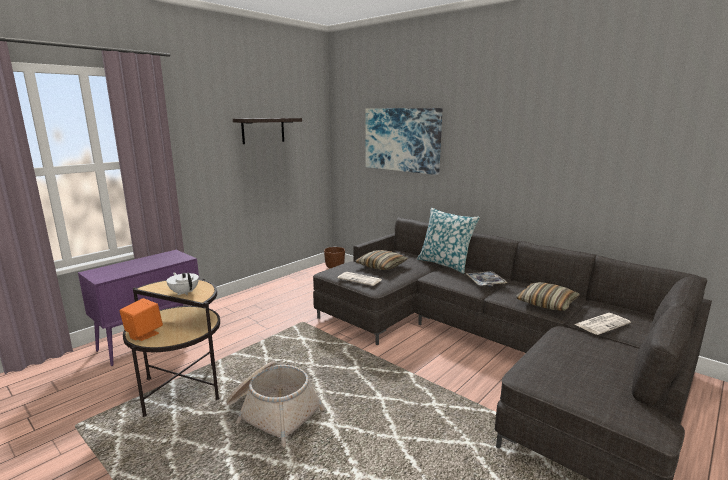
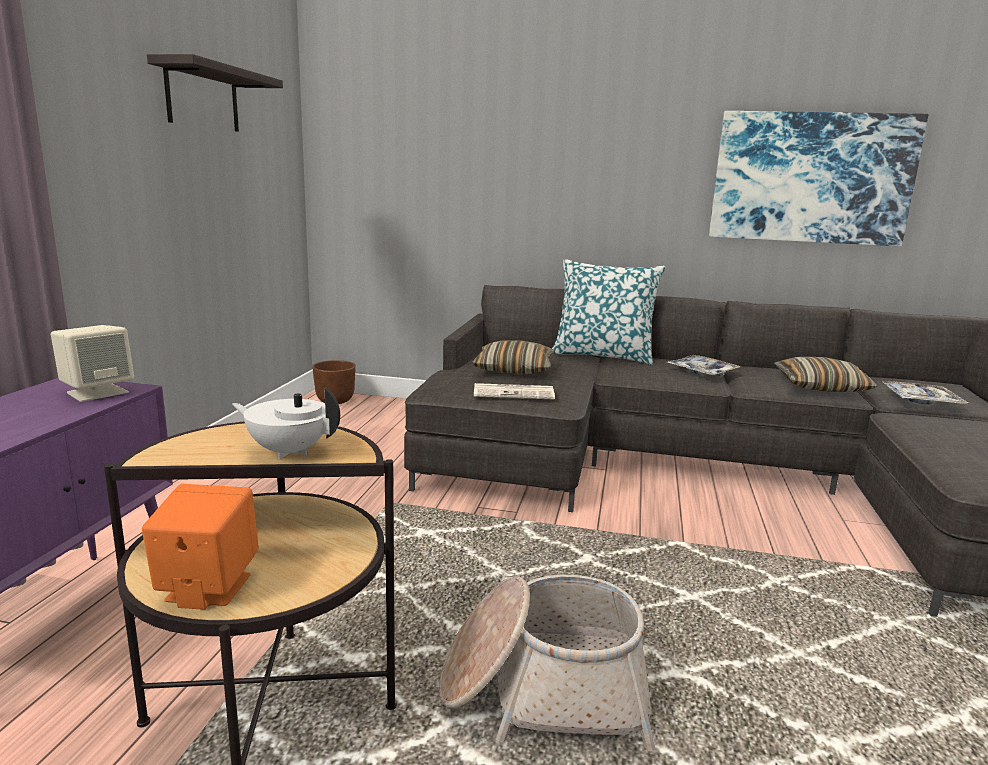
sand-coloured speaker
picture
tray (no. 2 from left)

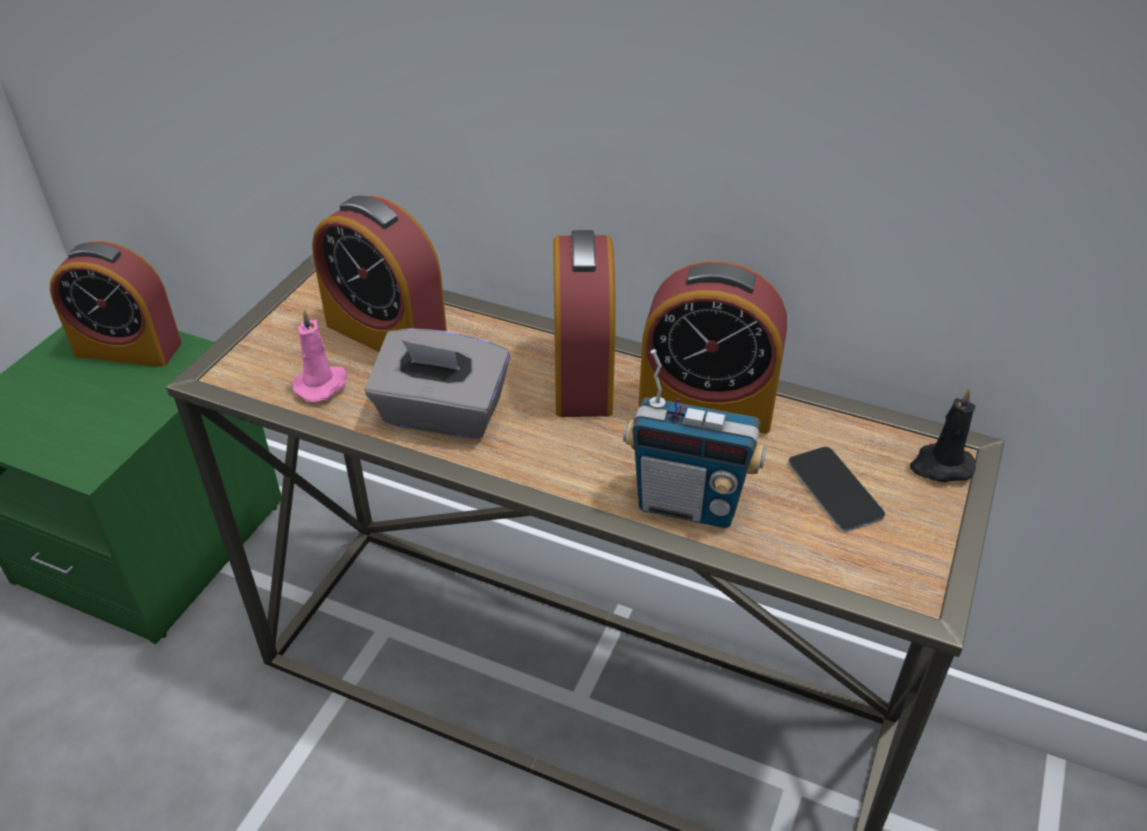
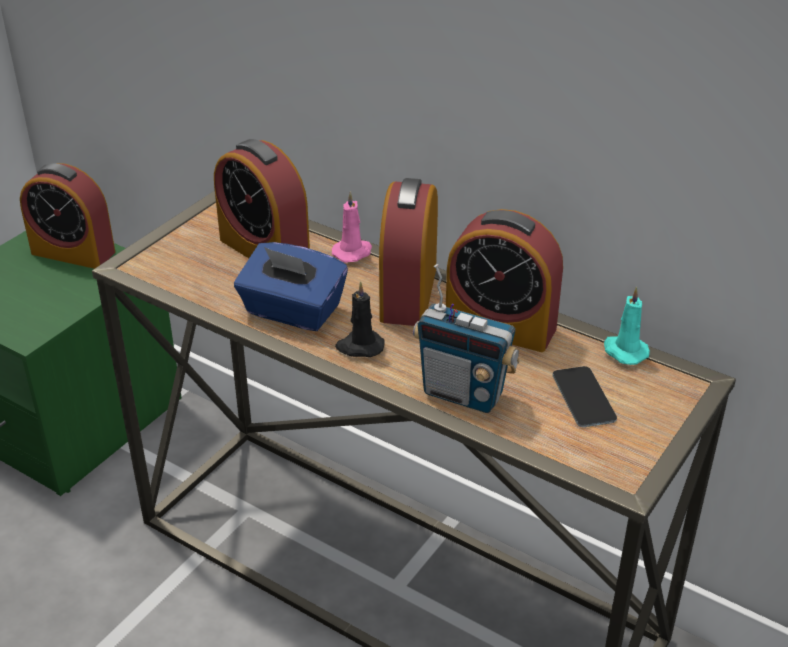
turquoise candle
pink-coloured candle
black-coloured candle
blue tissue holder

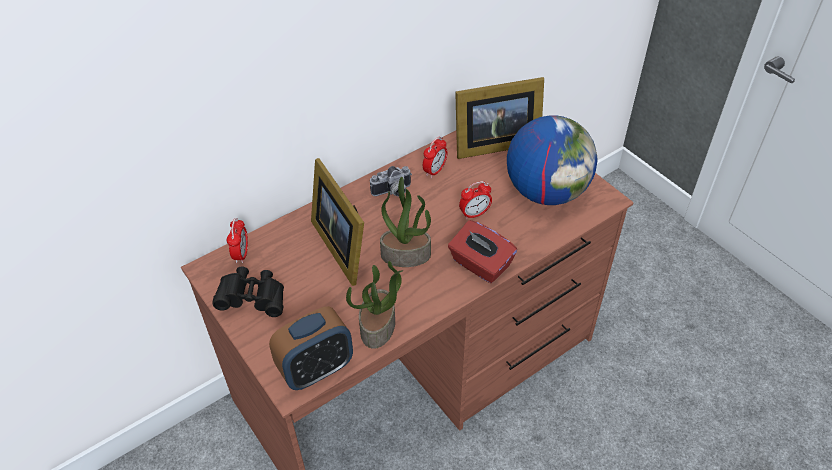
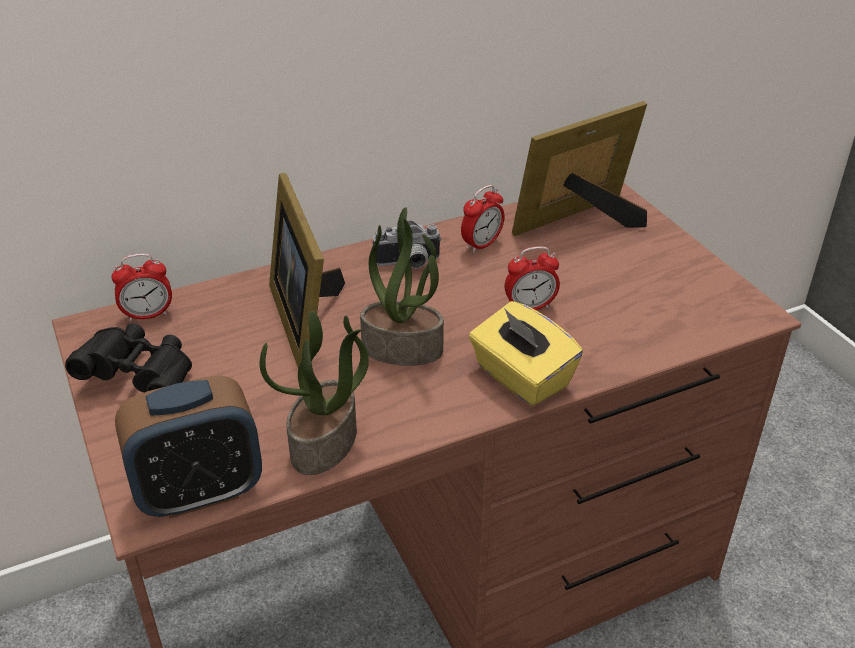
desk globe
yellowish tissue holder
bedside clock (no. 1 from left)
picture frame (no. 2 from left)

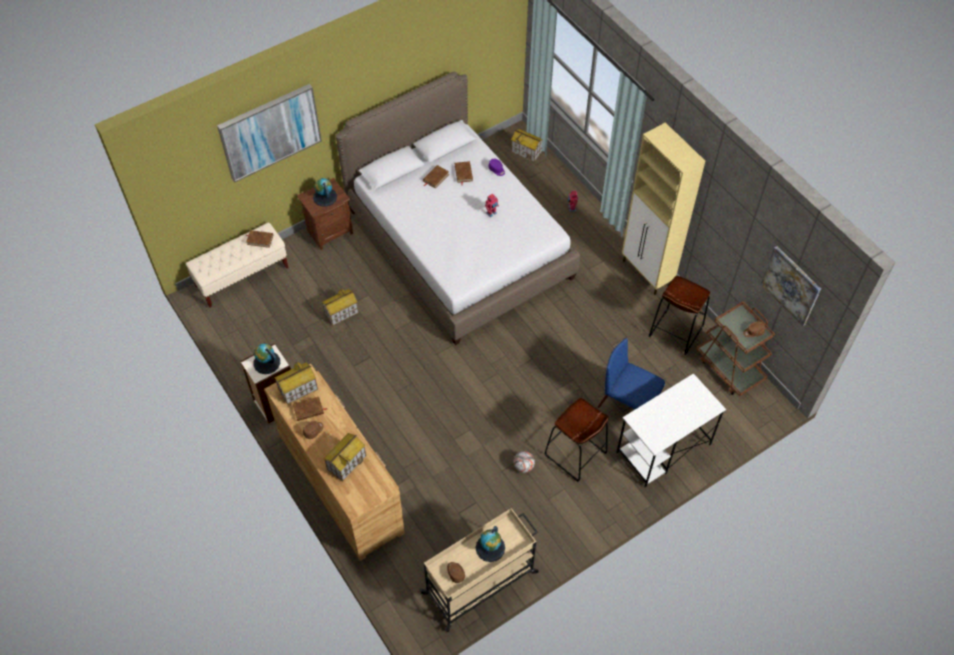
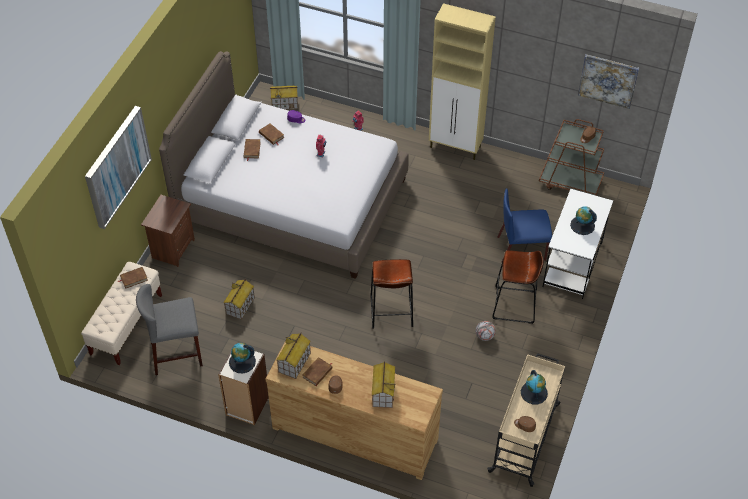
gray stool
desk globe (no. 3 from left)
brownish stool (no. 1 from left)

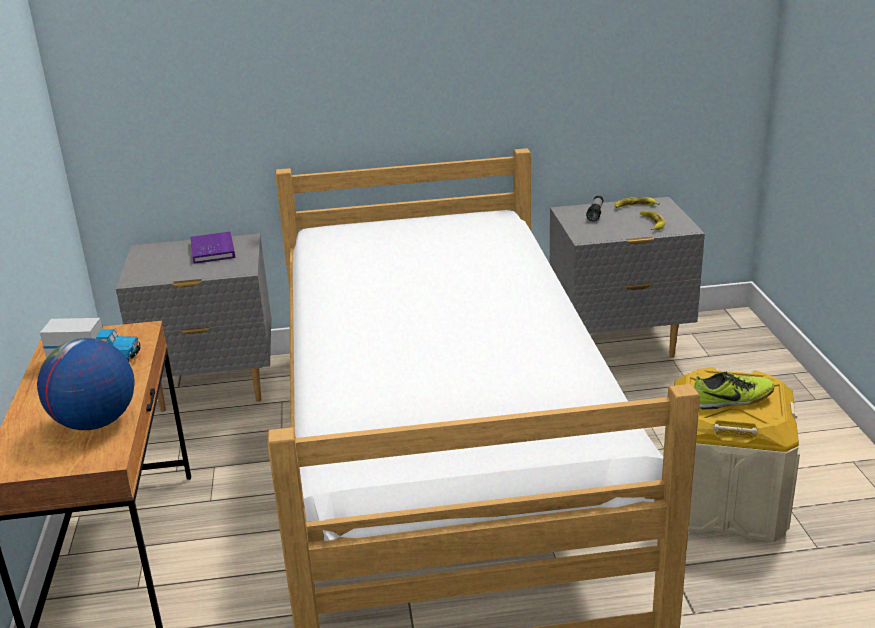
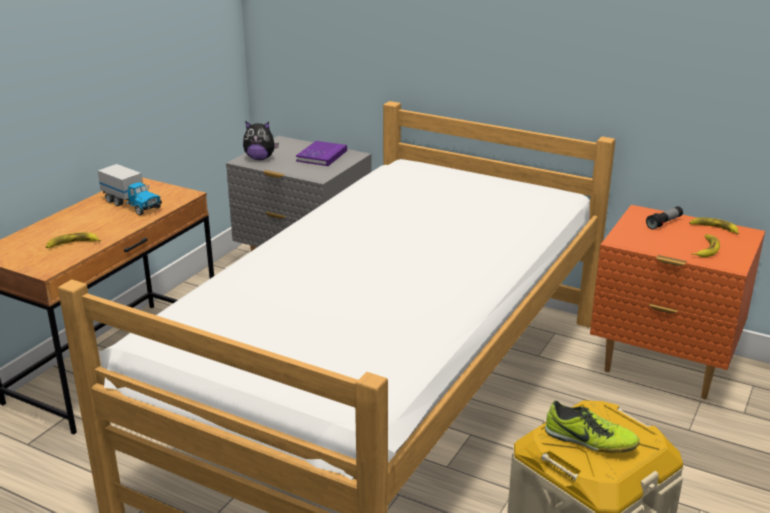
plush toy
banana (no. 1 from left)
orange nightstand

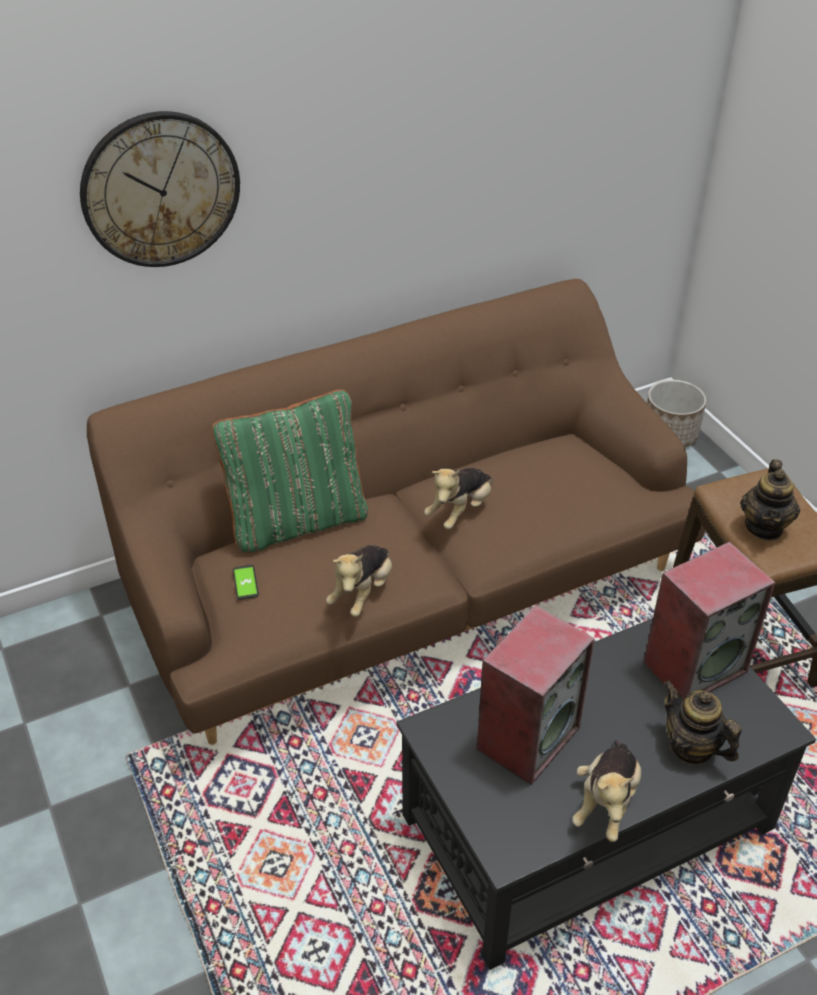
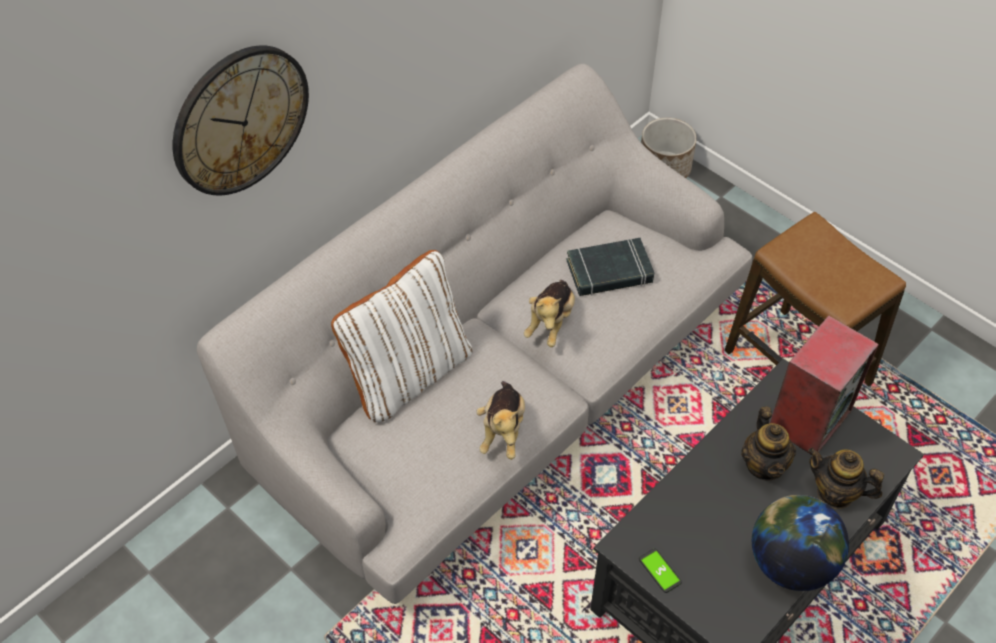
speaker (no. 1 from left in the first image)
black-coloured volume
handset
teapot (no. 1 from left)
desk globe
gray settee
white-coloured throw pillow

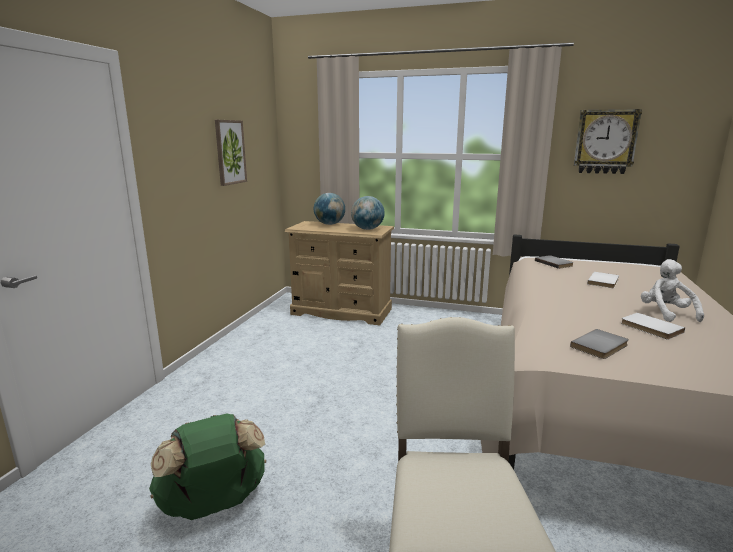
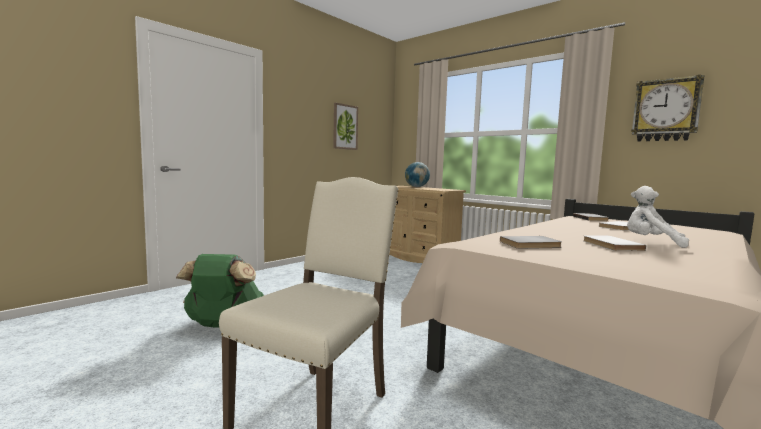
desk globe (no. 2 from left in the first image)
white-coloured plush toy

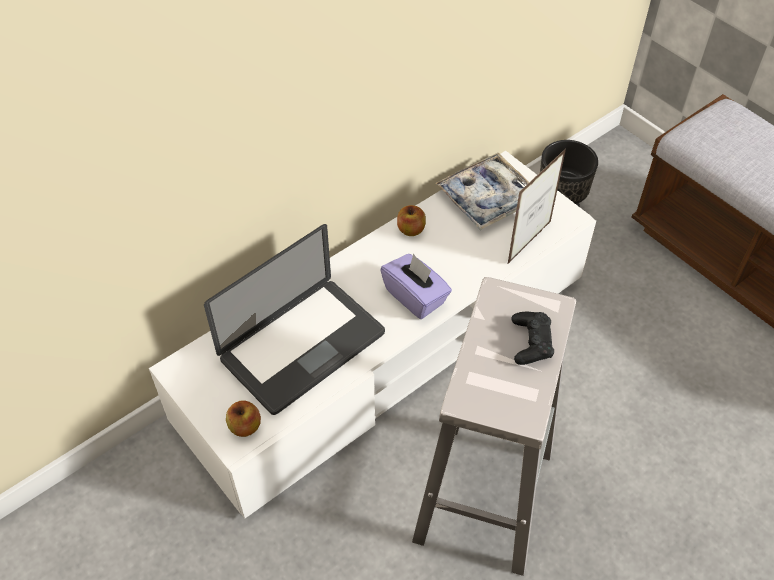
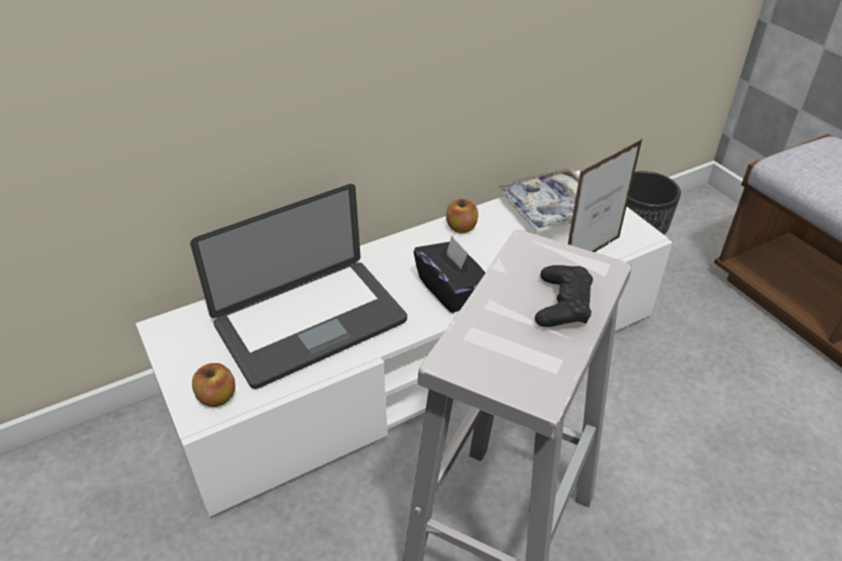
black-coloured tissue holder

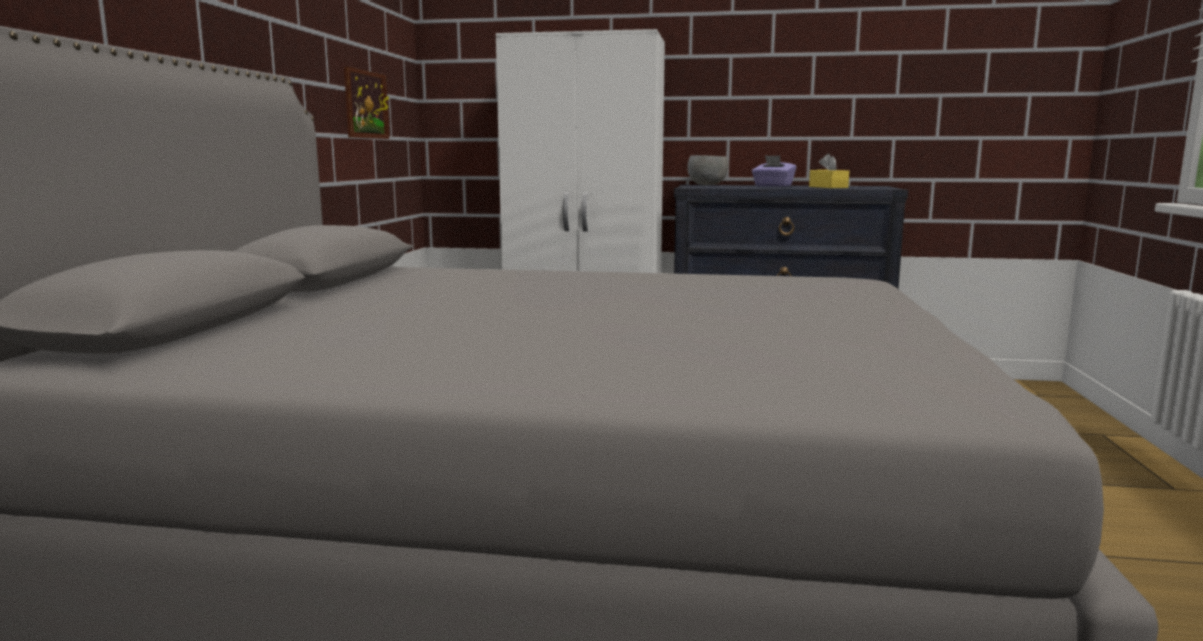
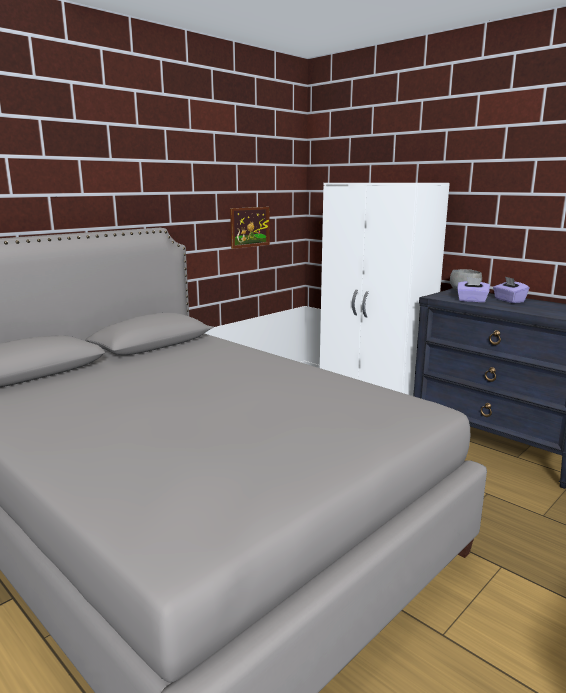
yellowish tissue holder
purplish tissue holder (no. 1 from left)

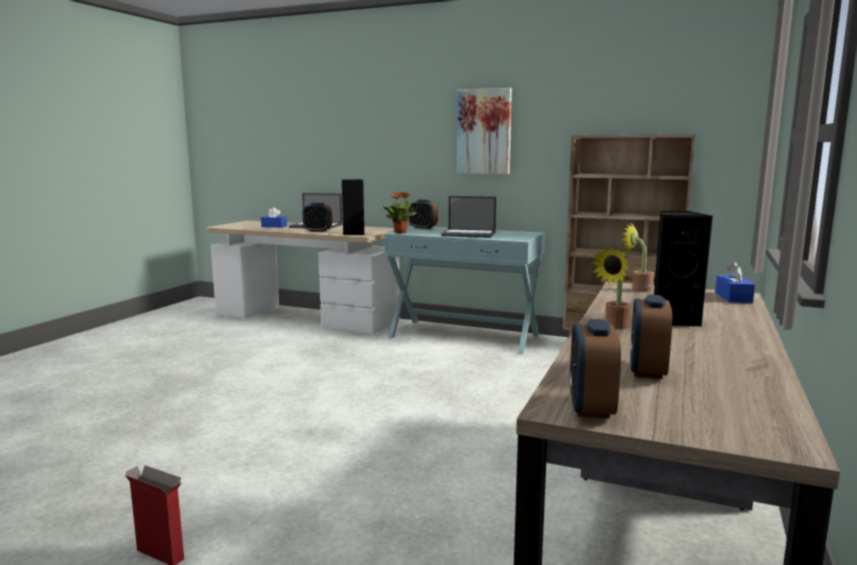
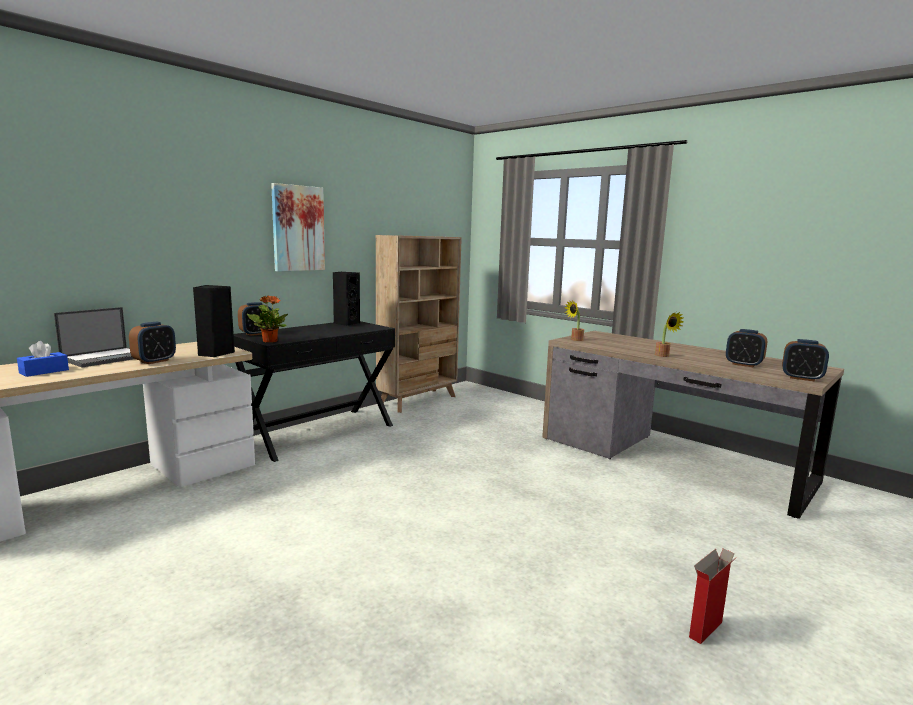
portable computer (no. 2 from left in the first image)
blue tissue holder (no. 2 from left in the first image)
black-coloured speaker (no. 2 from left)
black-coloured console table

